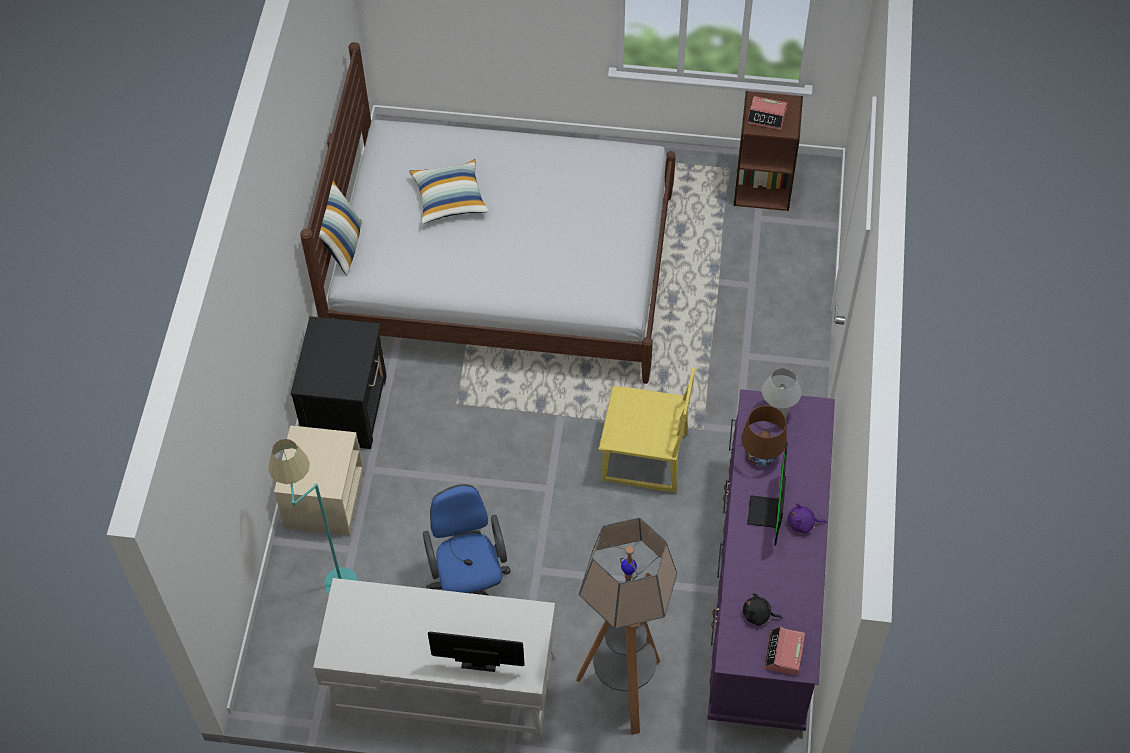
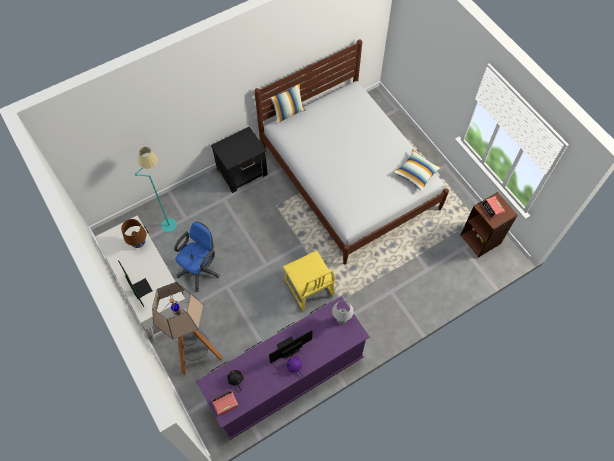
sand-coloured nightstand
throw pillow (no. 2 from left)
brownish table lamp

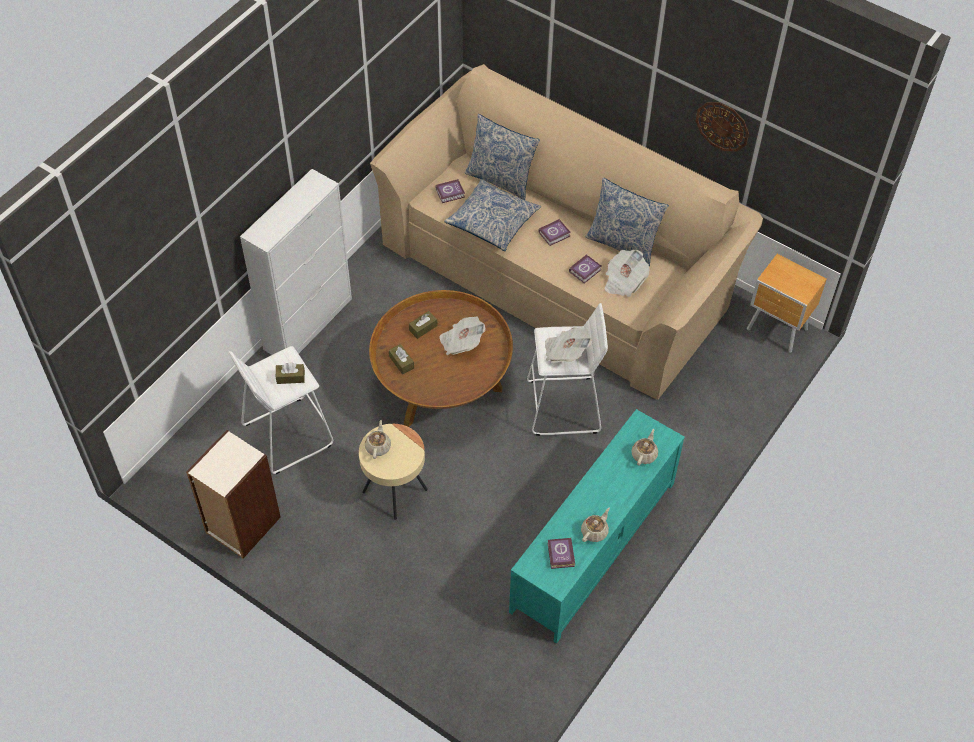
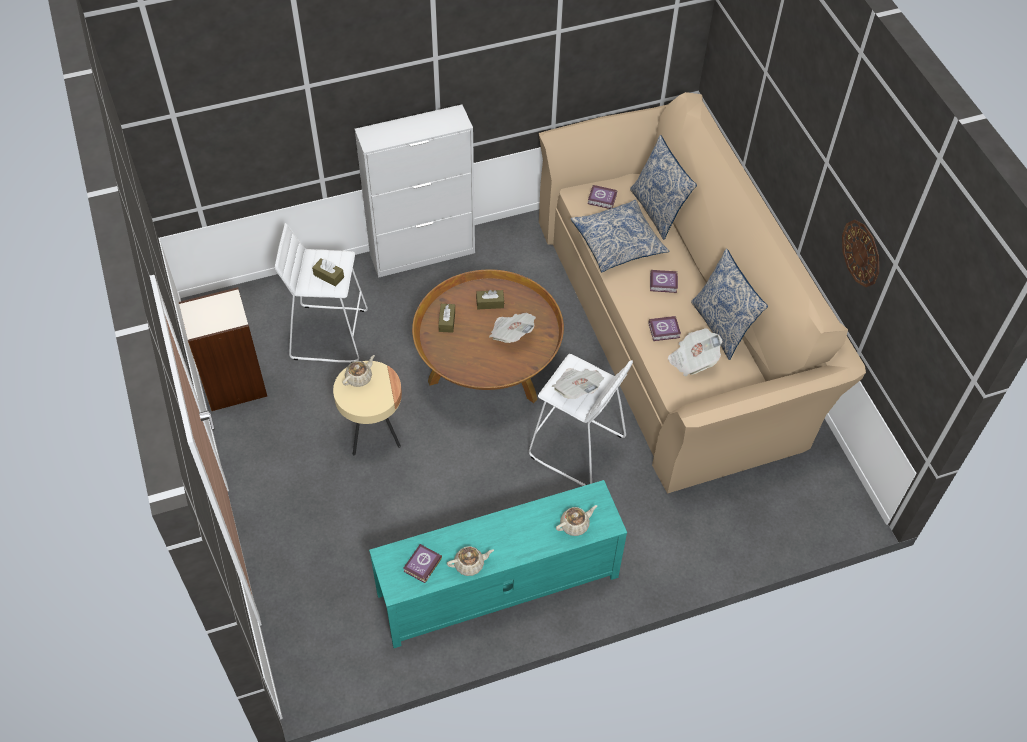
brownish nightstand

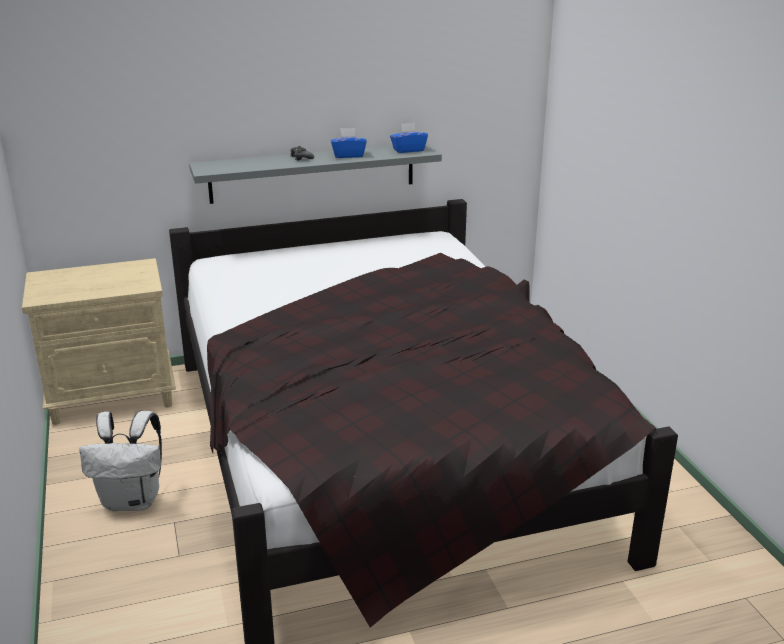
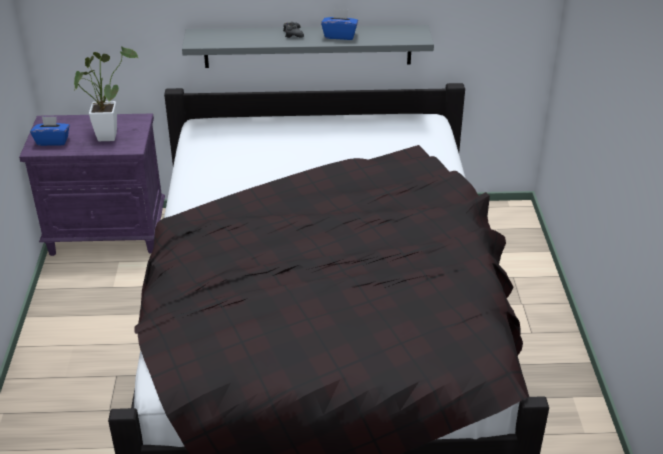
white-coloured backpack
houseplant
blue tissue holder (no. 1 from left)
purplish nightstand

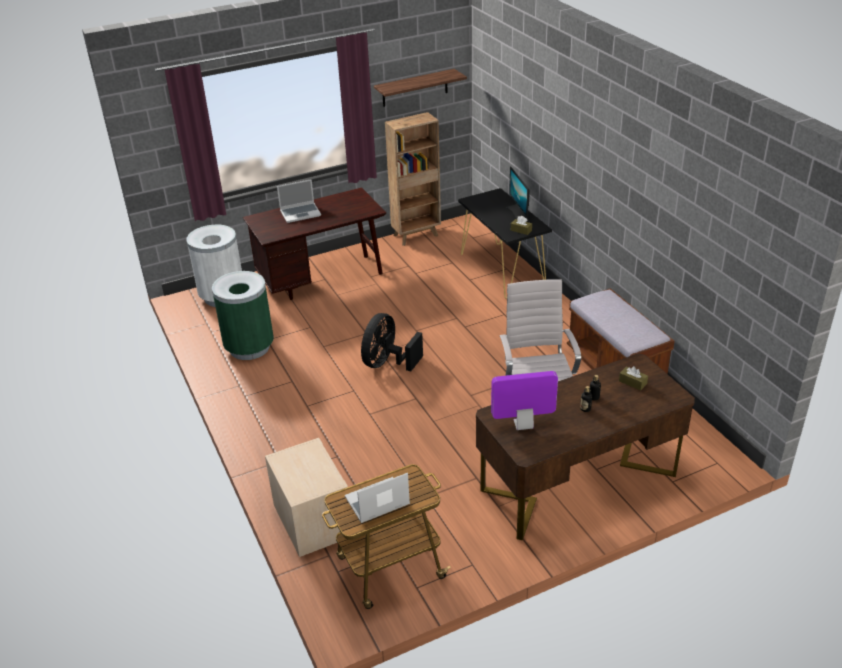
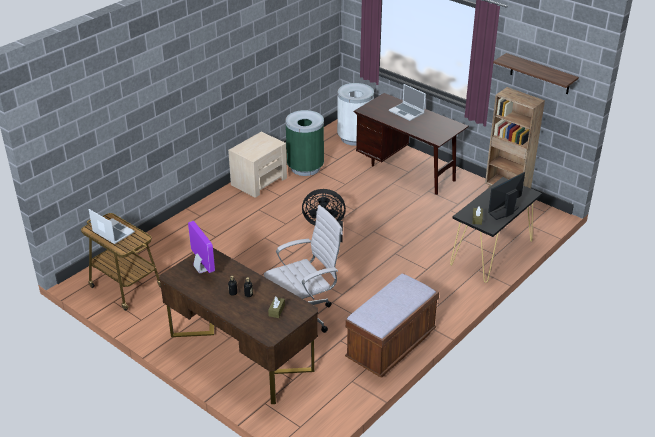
sand-coloured nightstand

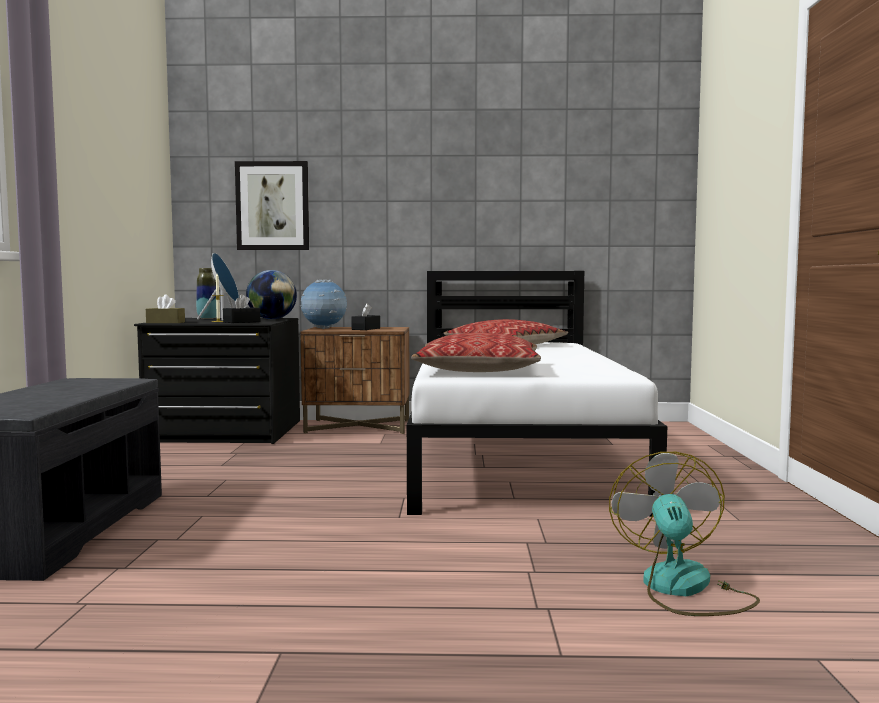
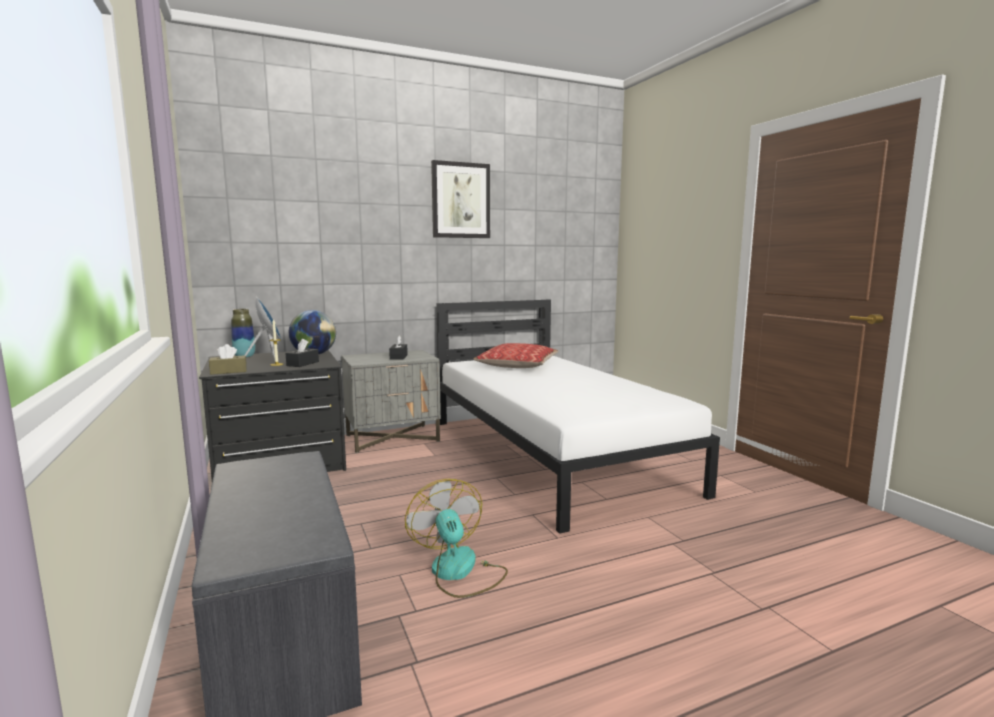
desk globe (no. 2 from left in the first image)
throw pillow (no. 1 from left in the first image)
picture
fan
gray nightstand

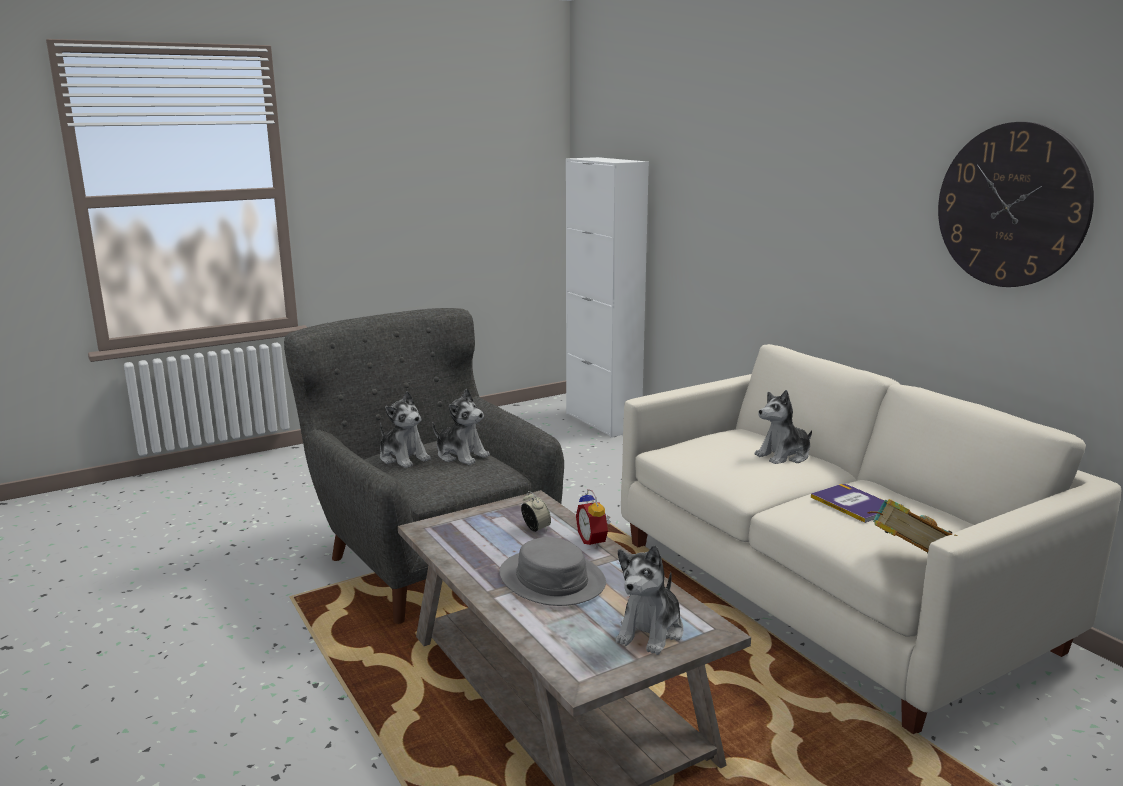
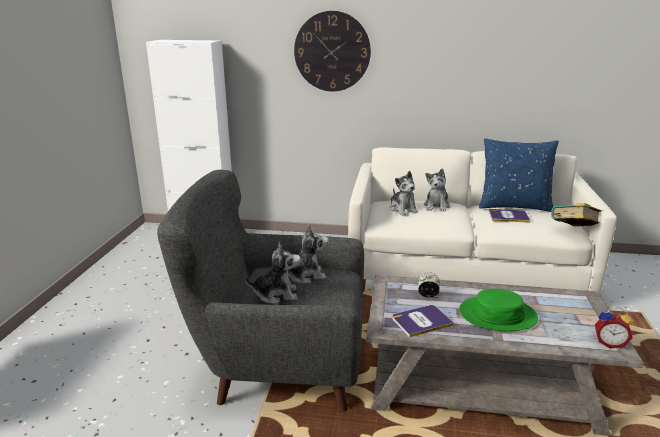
volume (no. 1 from left)
blue throw pillow
bedside clock (no. 2 from left)
plush toy (no. 3 from left)
hanging clock
greenish clothing hat

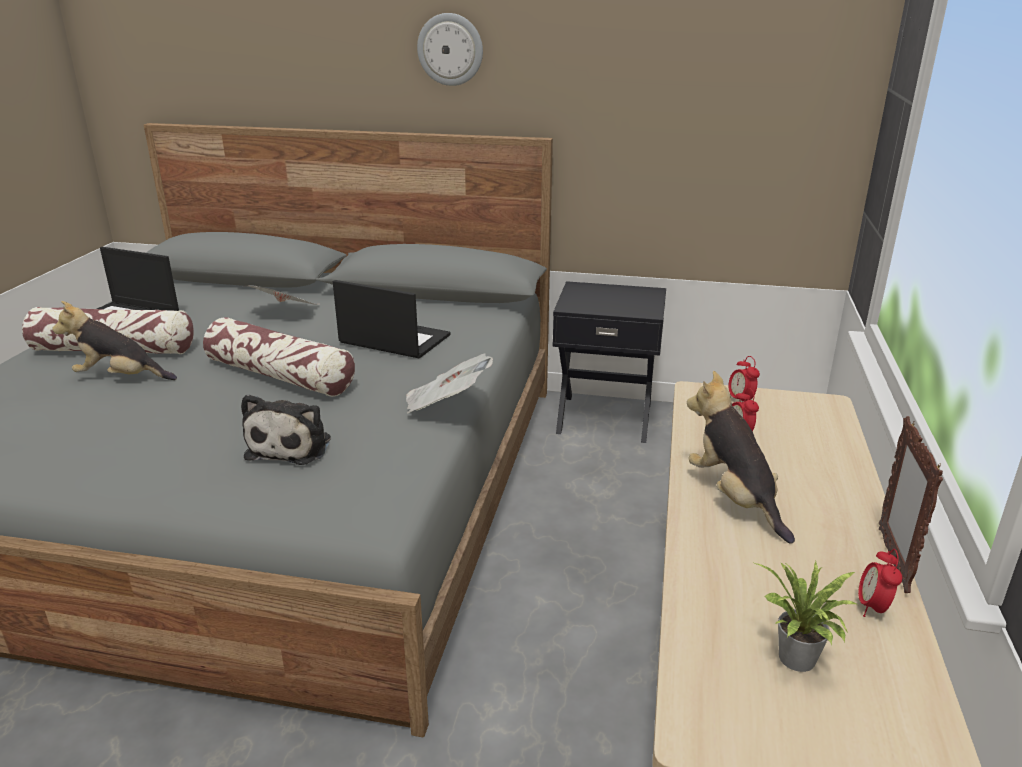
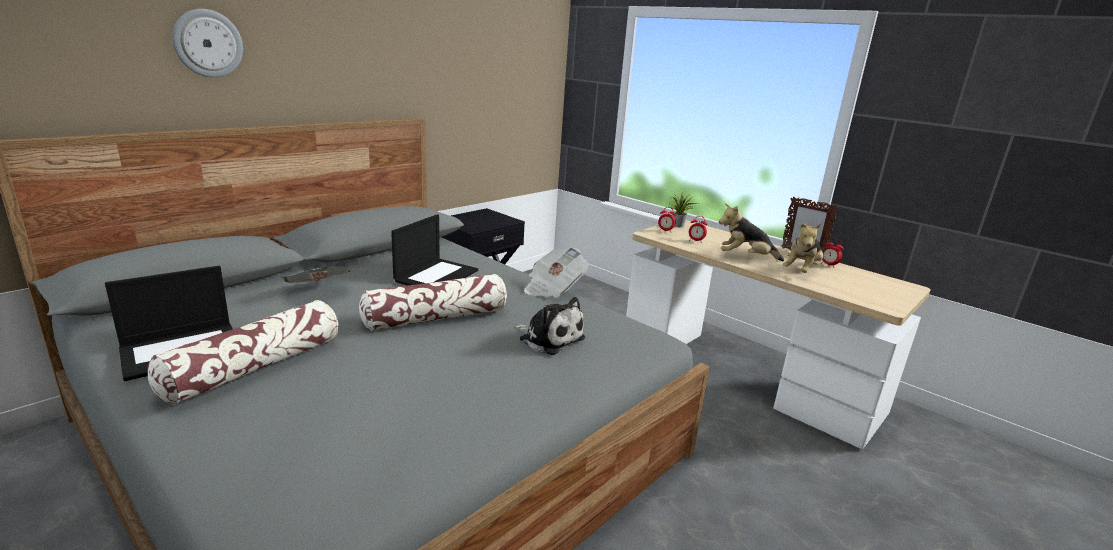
plush toy (no. 3 from left)
hanging clock
houseplant
portable computer (no. 2 from left)

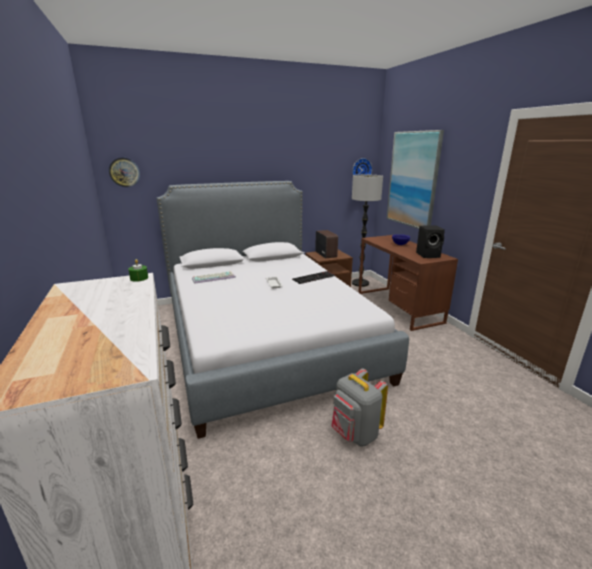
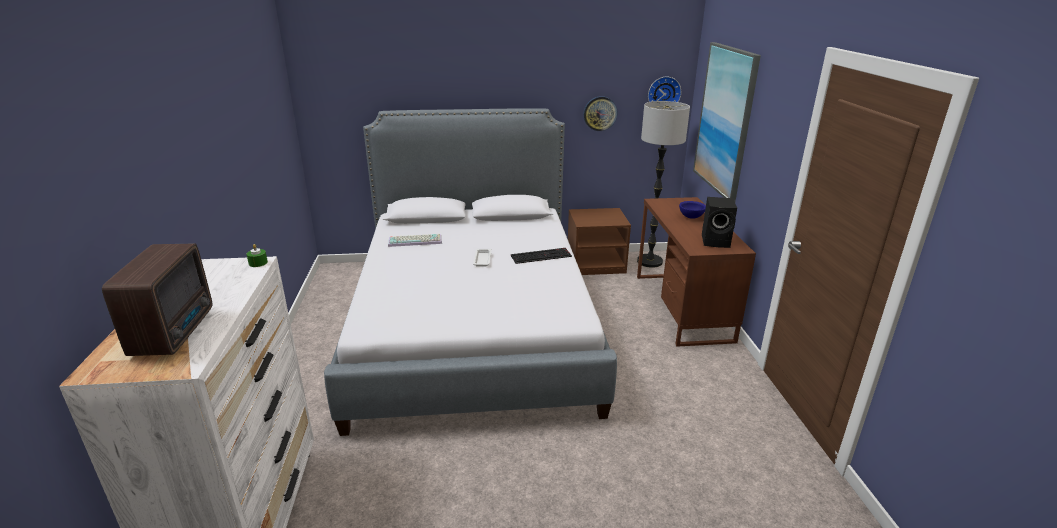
gray backpack
hanging clock (no. 1 from left)
radio set

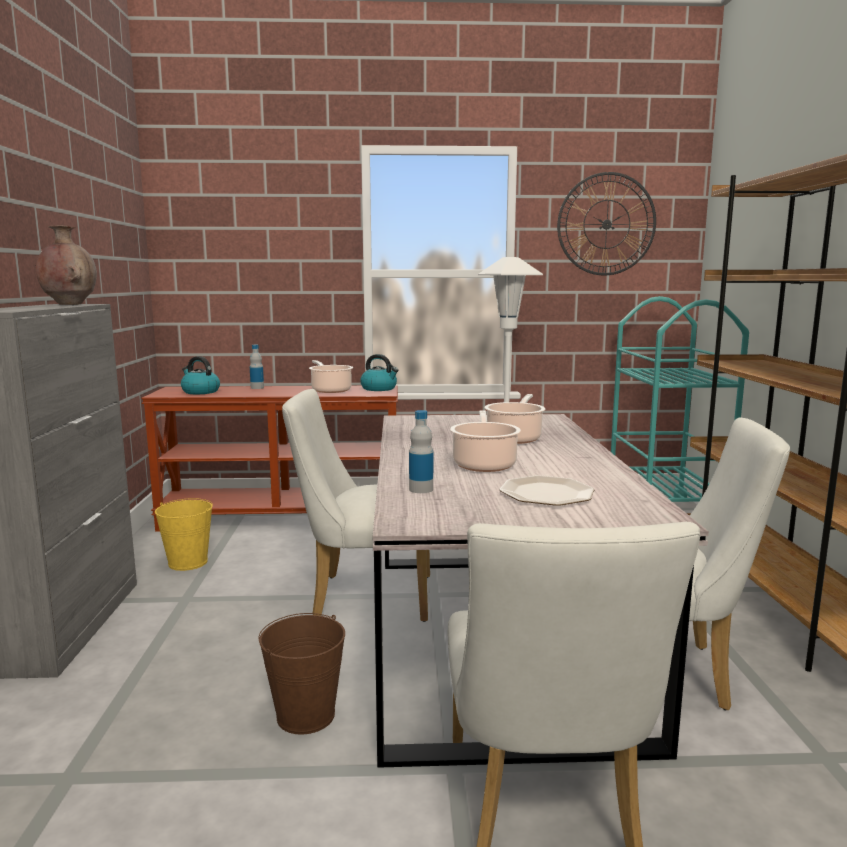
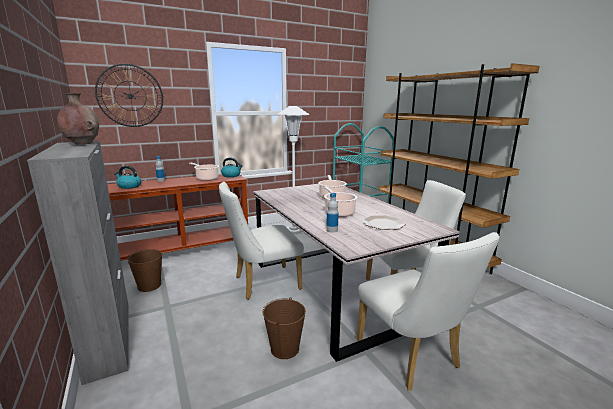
hanging clock
brownish water bucket (no. 1 from left)

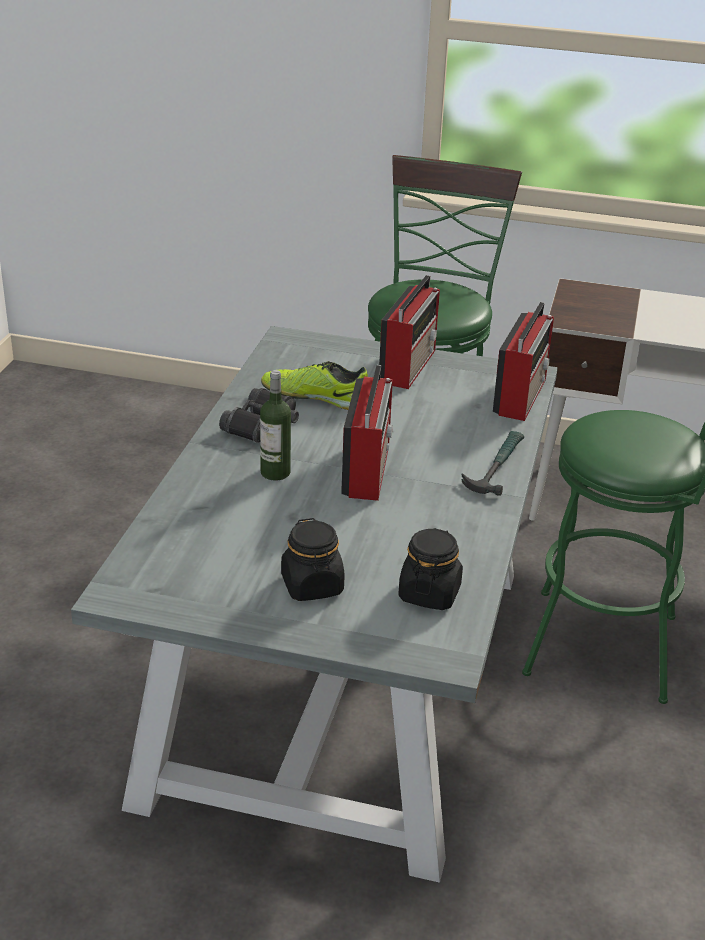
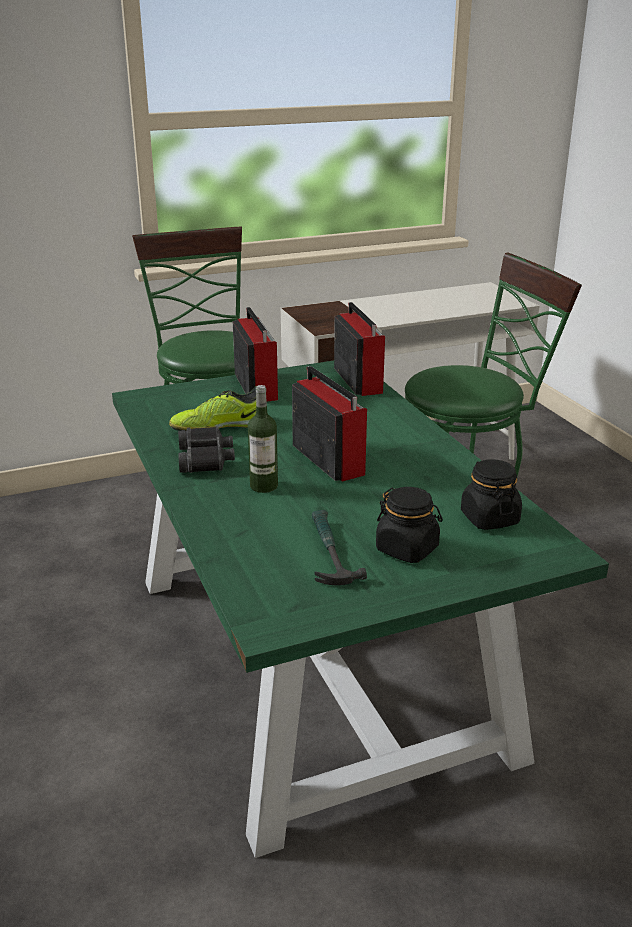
tool hammer
greenish dinner table

